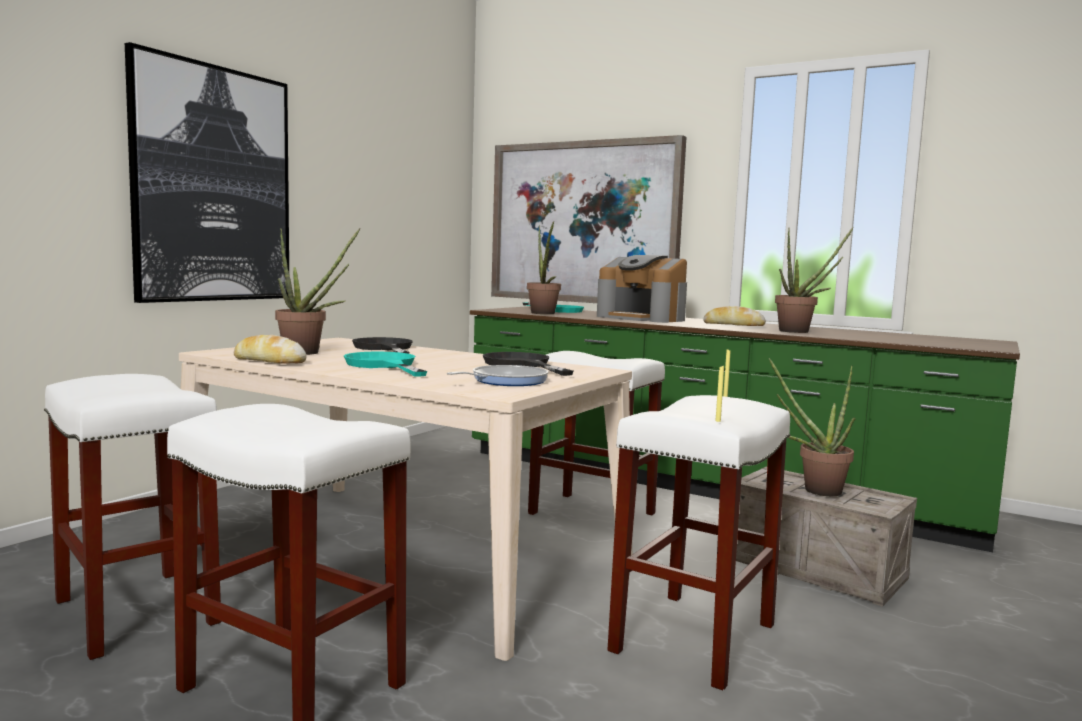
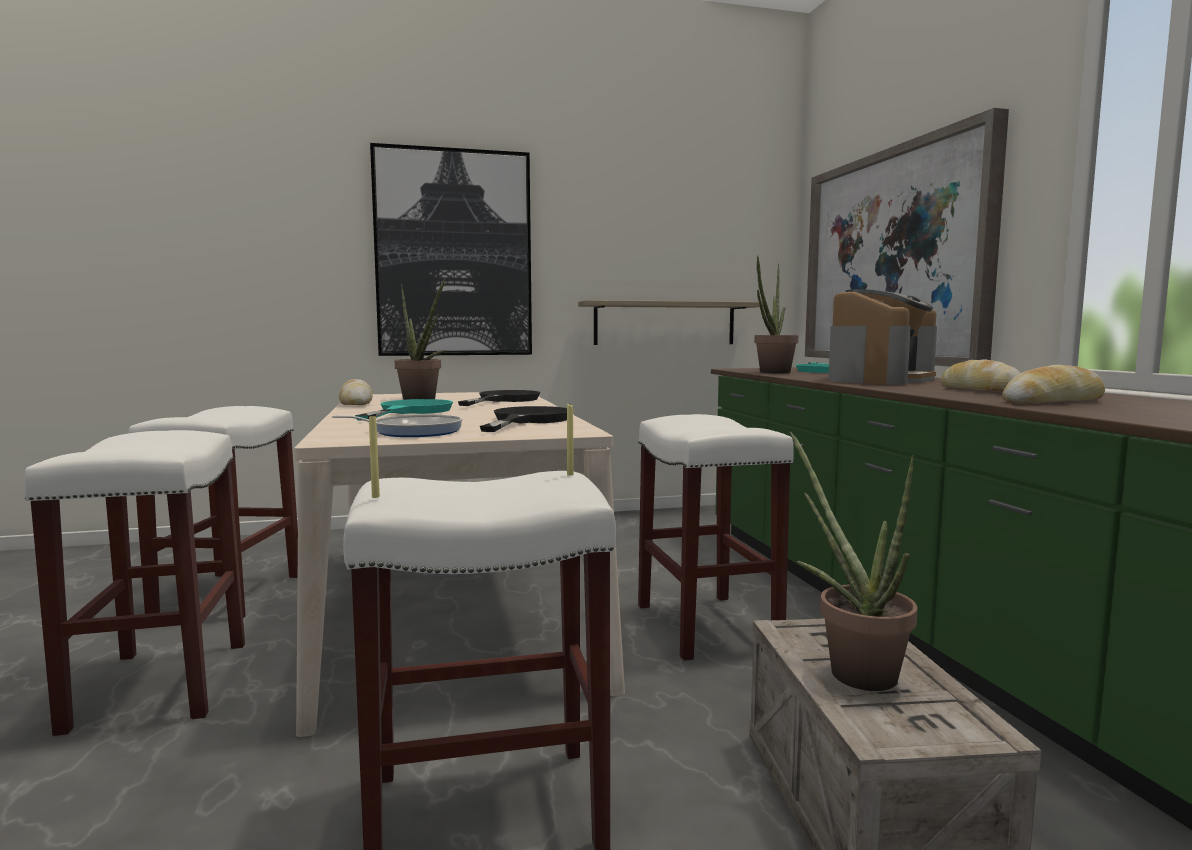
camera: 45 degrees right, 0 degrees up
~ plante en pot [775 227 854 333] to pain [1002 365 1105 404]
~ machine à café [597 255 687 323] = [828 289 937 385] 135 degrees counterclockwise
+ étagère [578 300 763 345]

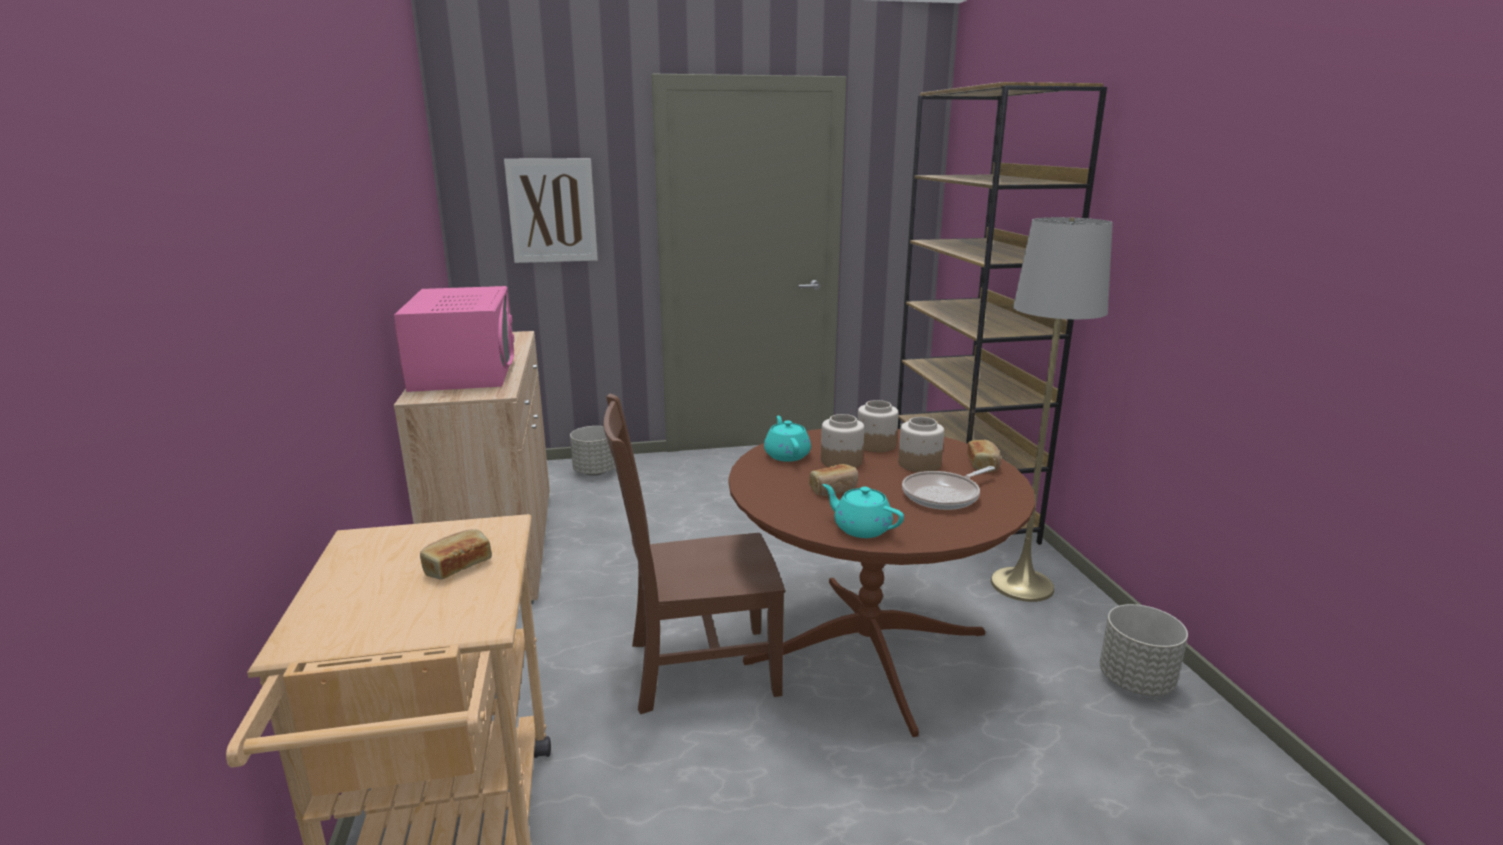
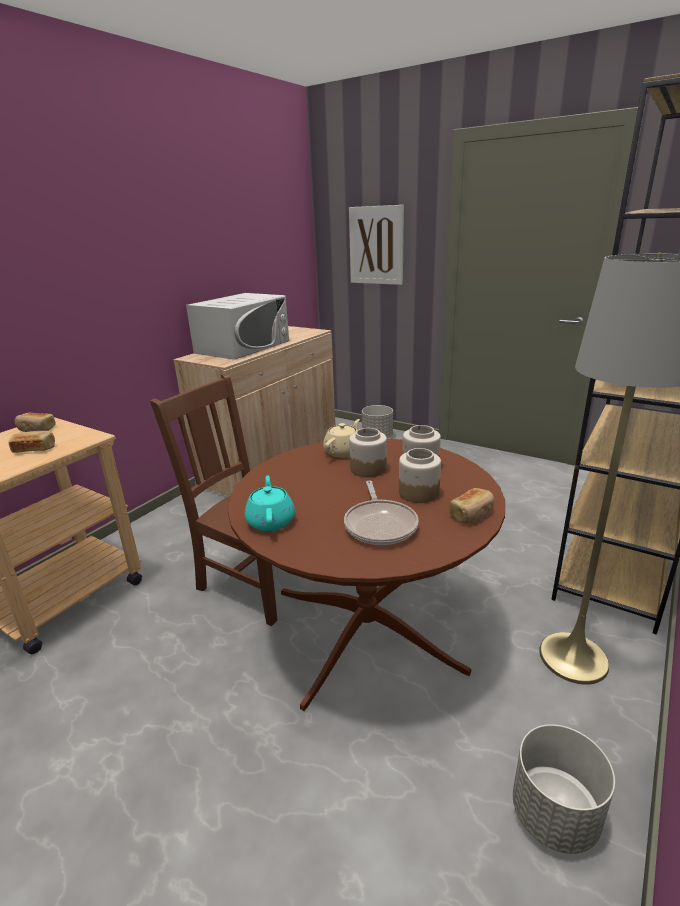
camera: 45 degrees right, 5 degrees up
~ micro-ondes/rose [394 286 514 392] to micro-ondes/blanc [186 293 289 360]
~ théière/turquoise [764 416 811 462] to théière/beige [323 419 360 458]
~ pain [809 464 858 496] to [15 413 56 432]
~ poêle [902 466 995 510] = [344 481 419 545] 105 degrees counterclockwise

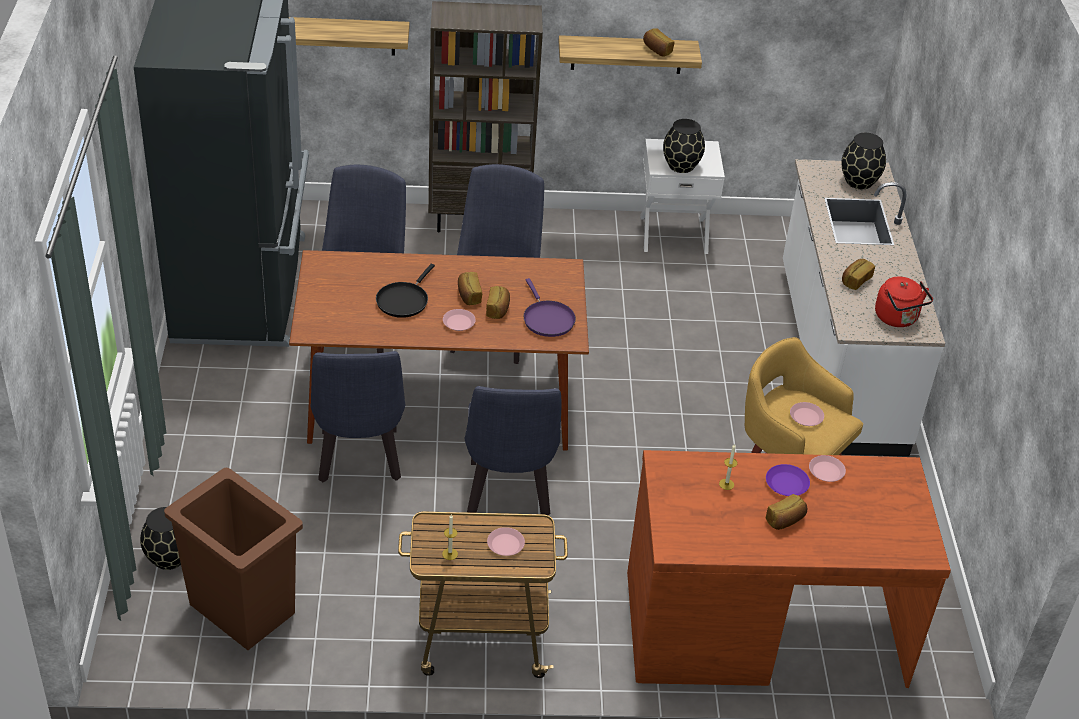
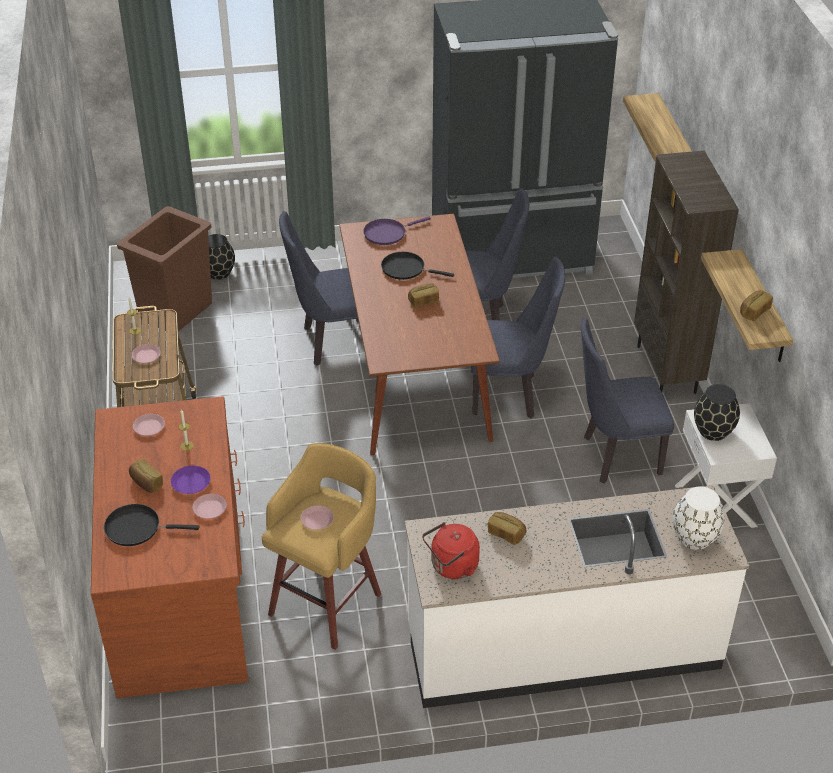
camera: 85 degrees right, 0 degrees up
~ vase/noir [841 133 886 189] to vase/blanc [673 486 725 550]
~ poêle/violet [523 278 576 337] to [363 217 431 245]
- pain [486 286 510 319]
~ assiette/rose [443 309 476 331] to [133 414 165 436]
~ chaise/bleu [465 386 561 515] to [581 317 674 484]
+ poêle/noir [104 504 199 546]

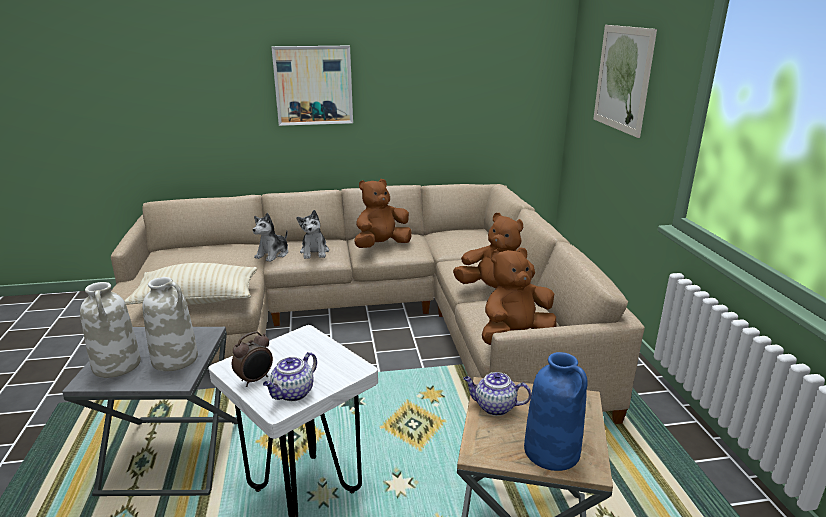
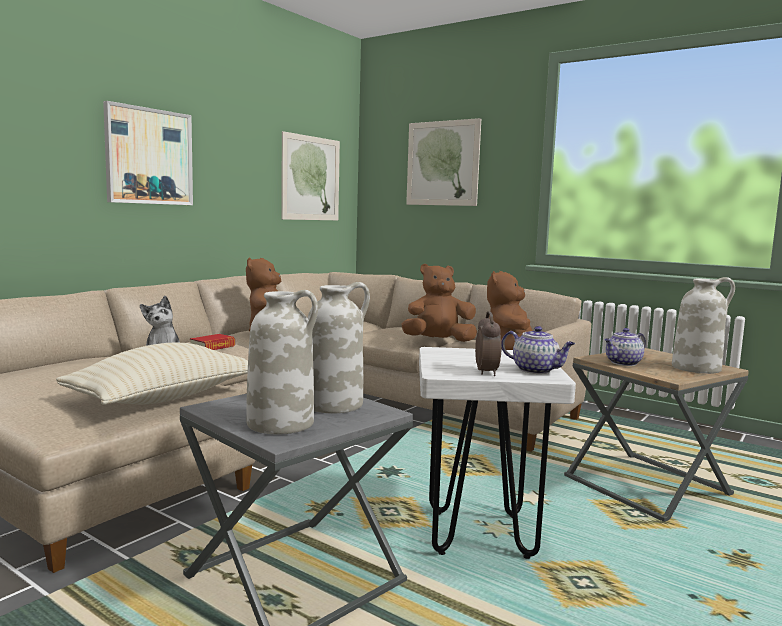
camera: 45 degrees left, 15 degrees down
~ peluche [296 210 329 259] to livre [190 334 235 350]
~ théière [263 352 317 401] = [501 326 575 374] 45 degrees counterclockwise
~ vase/bleu [524 352 588 471] to vase/blanc [672 277 735 374]
+ tableau [281 131 340 220]

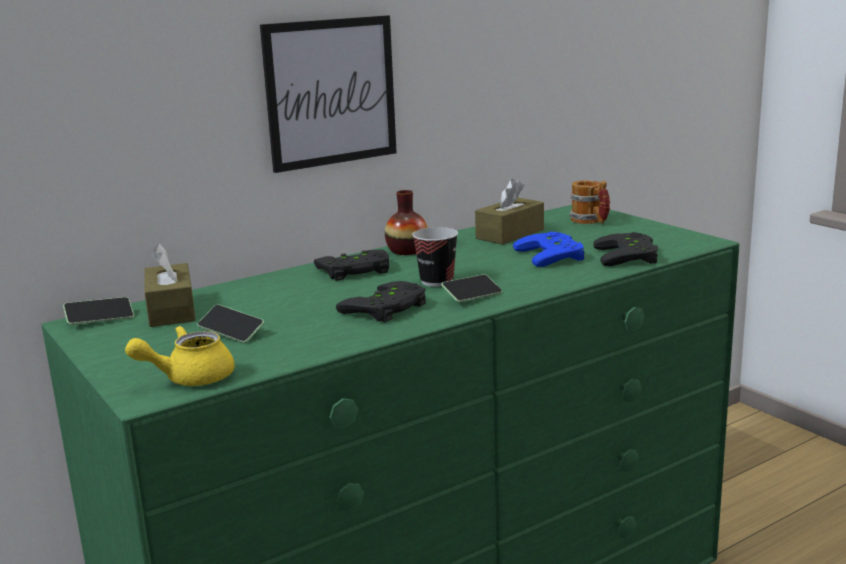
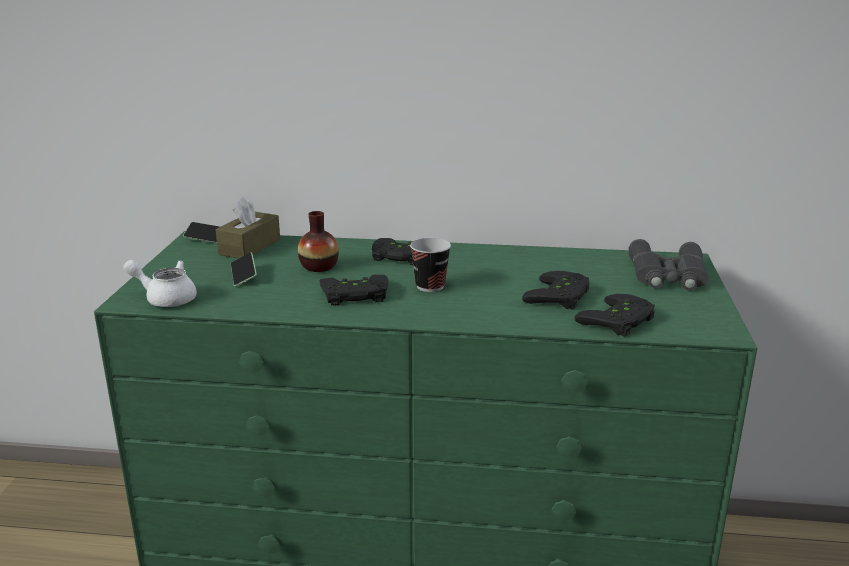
camera: 40 degrees right, 5 degrees up
- tableau [260 15 397 173]
- boîte à mouchoirs/marron [475 179 544 245]
~ mug [569 180 610 224] to jumelles/gris [628 239 709 291]
~ vase [385 190 428 255] to [298 211 339 272]
~ manette/bleu [513 232 584 267] to manette/noir [522 271 589 310]
- téléphone [441 274 502 302]
~ théière/jaune [125 326 235 386] to théière/blanc [123 260 197 307]

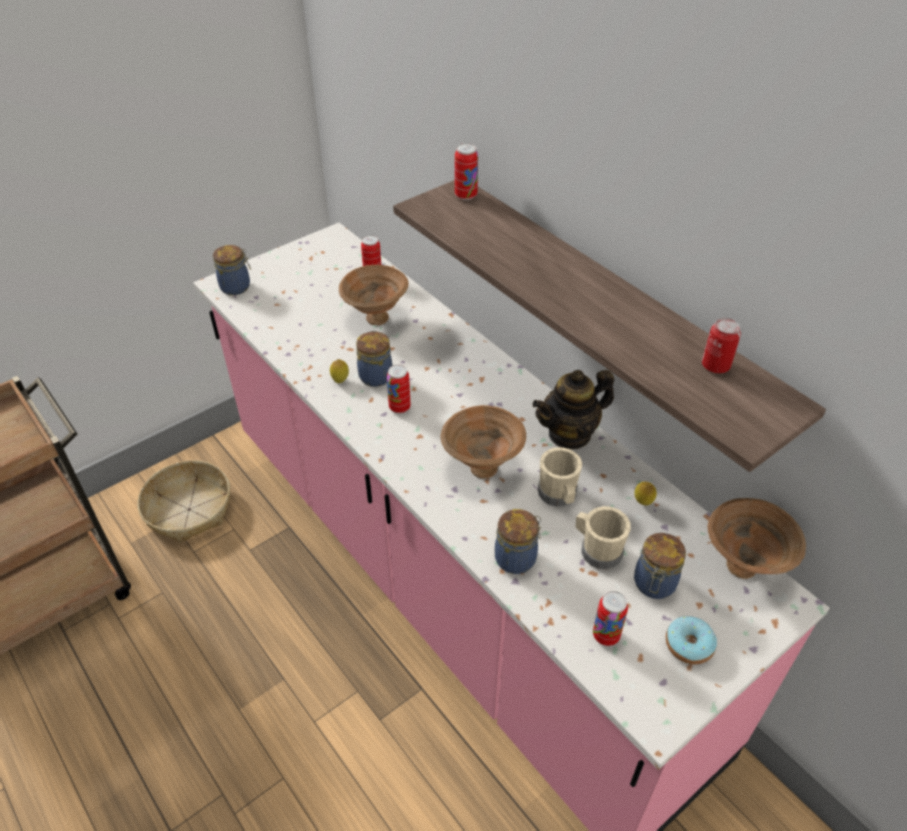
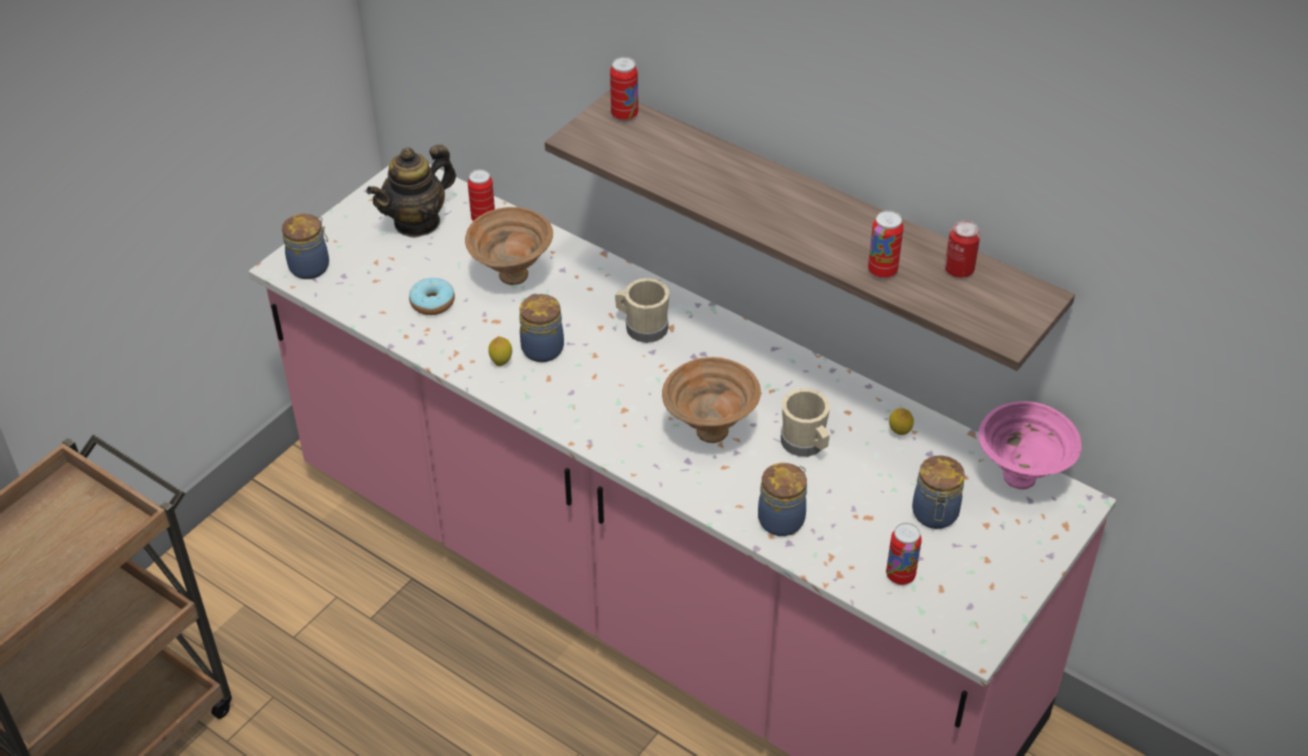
camera: 15 degrees left, 0 degrees up
~ boîte métallique [387 365 411 413] to [868 210 904 279]
~ théière [532 370 614 449] to [366 144 456 238]
- panier [137 460 230 543]
~ bol/marron [708 498 806 579] to bol/rose [979 401 1082 489]
~ mug/beige [575 506 631 569] to [615 278 670 343]
~ beignet [666 616 717 664] to [409 278 455 315]

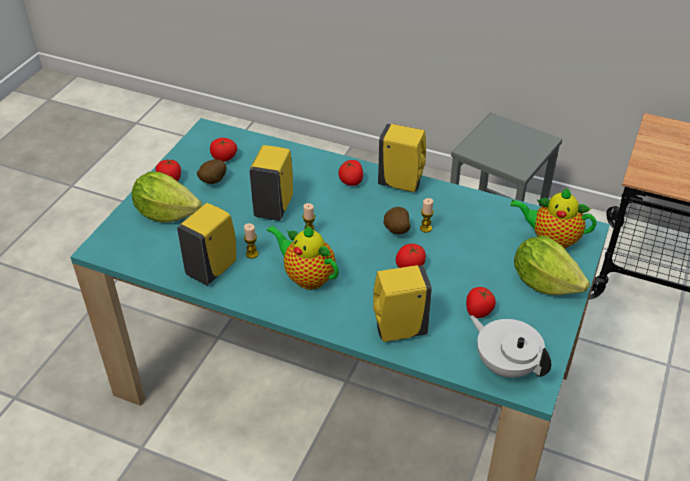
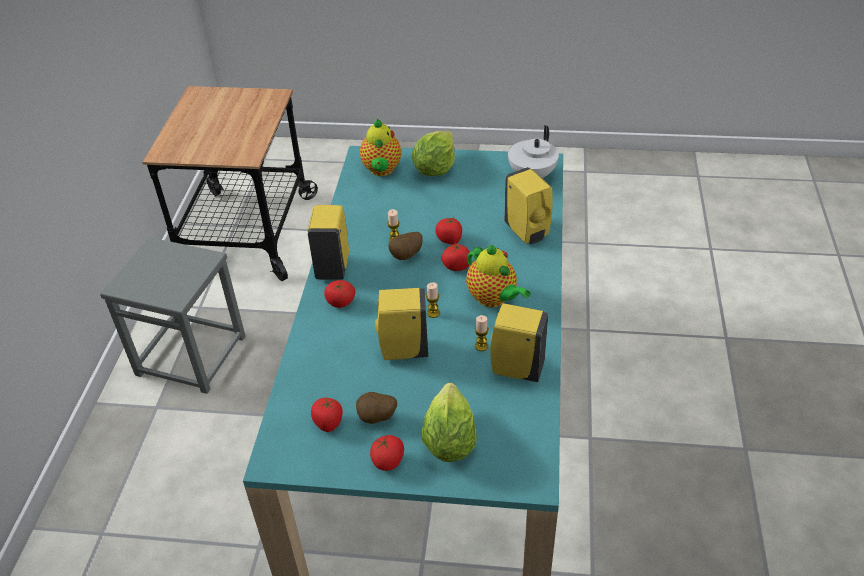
camera: 105 degrees left, 0 degrees up
~ théière [267 225 339 290] = [466 245 531 307] 60 degrees counterclockwise
~ tomate [466 287 496 318] to [441 243 470 271]

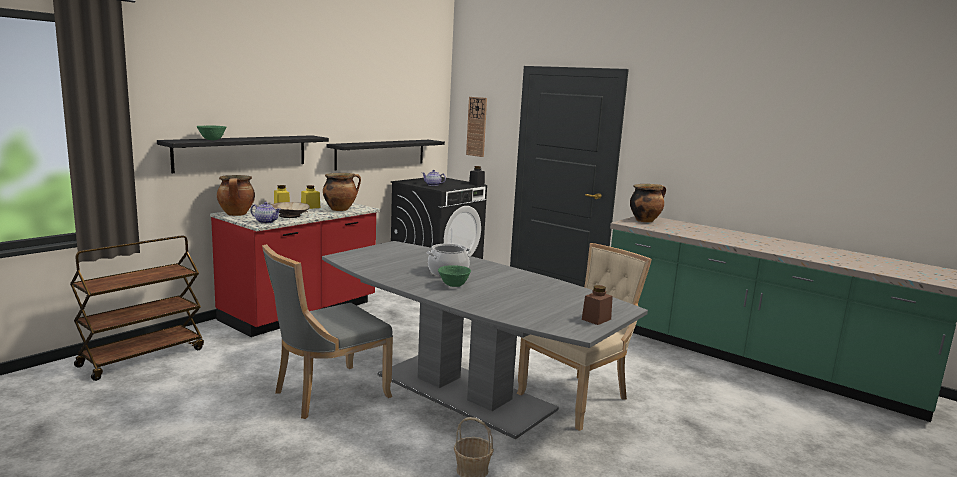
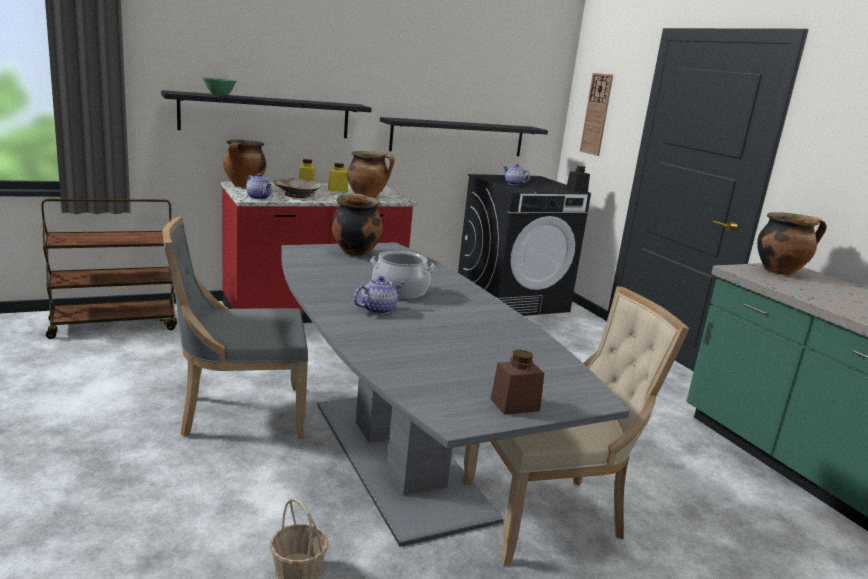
camera: 25 degrees right, 5 degrees up
~ bol/vert [438 265 471 287] to théière [353 276 405 314]
+ marmite [332 193 383 257]

